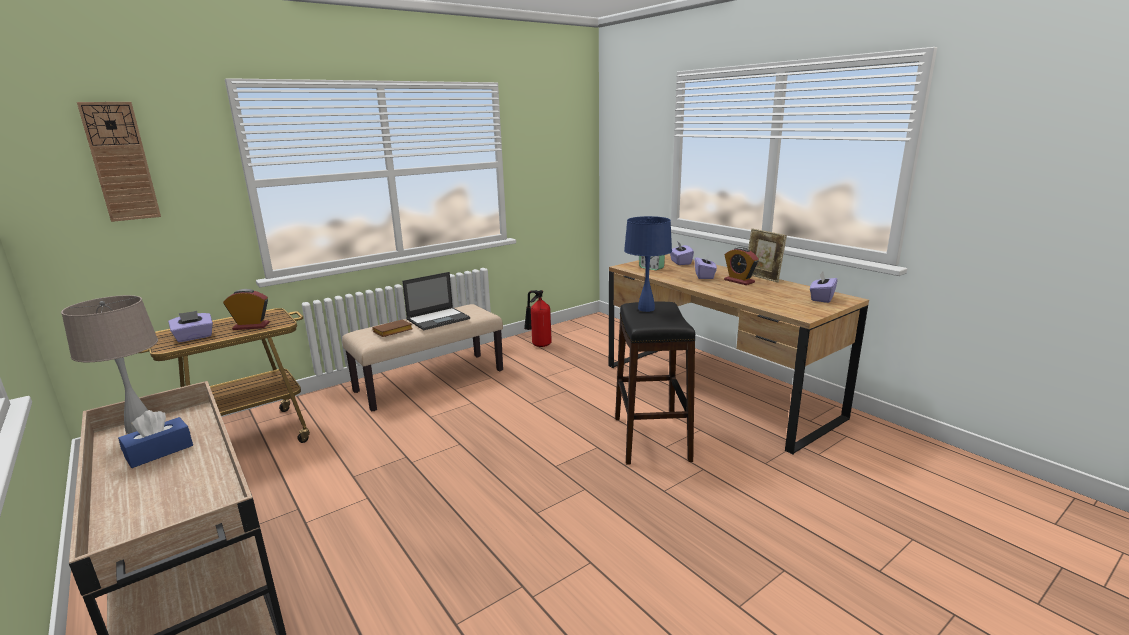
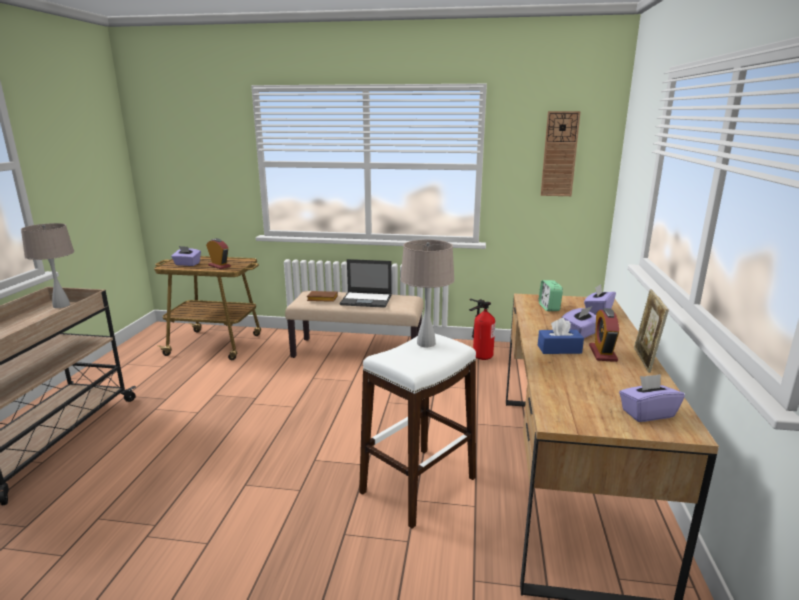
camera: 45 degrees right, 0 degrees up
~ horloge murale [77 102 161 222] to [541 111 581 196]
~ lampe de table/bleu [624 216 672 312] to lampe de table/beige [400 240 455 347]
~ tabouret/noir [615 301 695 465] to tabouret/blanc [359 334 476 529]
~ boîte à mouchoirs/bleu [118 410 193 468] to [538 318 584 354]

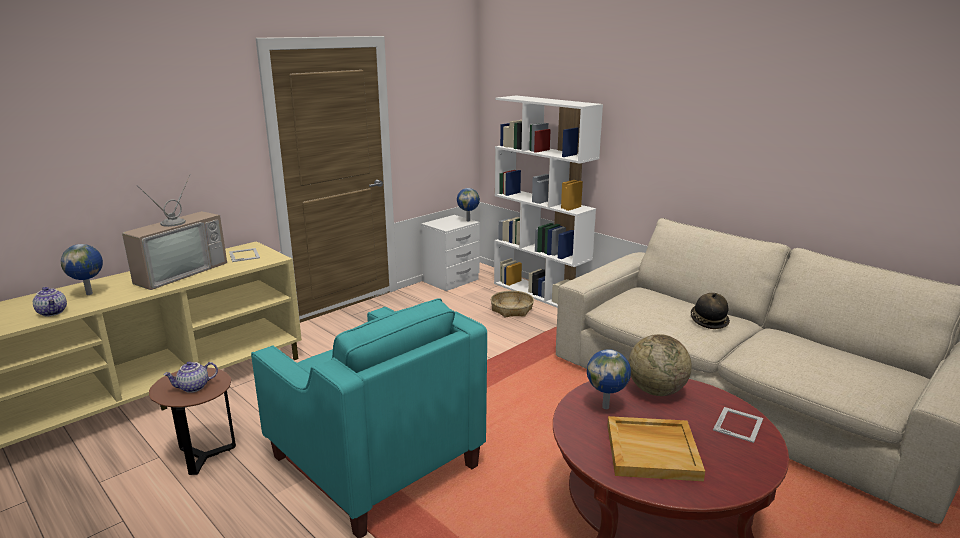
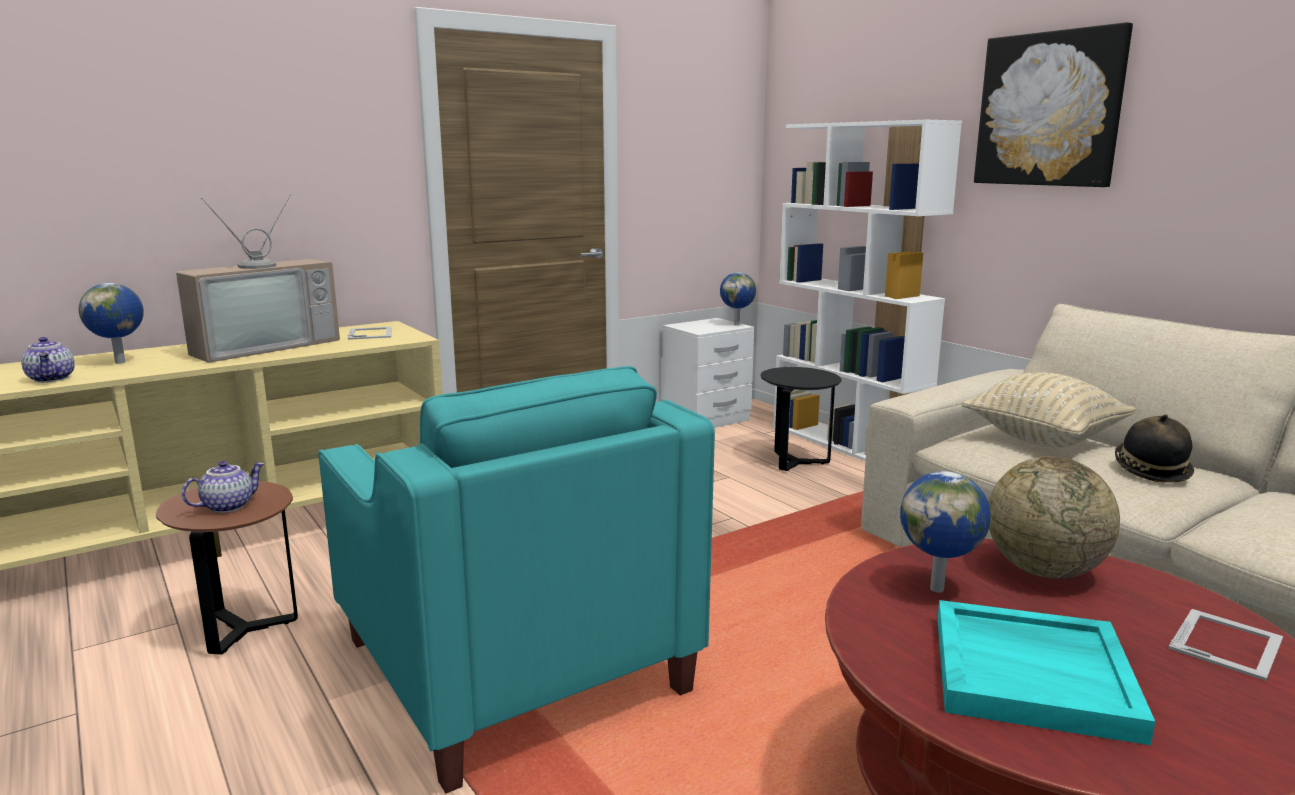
camera: 10 degrees right, 5 degrees down
~ panier [491 291 534 318] to table d'appoint/noir [761 367 842 471]
~ théière [163 361 218 393] = [182 461 265 513] 150 degrees clockwise
~ plateau/beige [607 416 705 481] to plateau/turquoise [937 600 1155 745]
+ tableau [974 22 1133 187]
+ coussin/beige [962 372 1136 448]

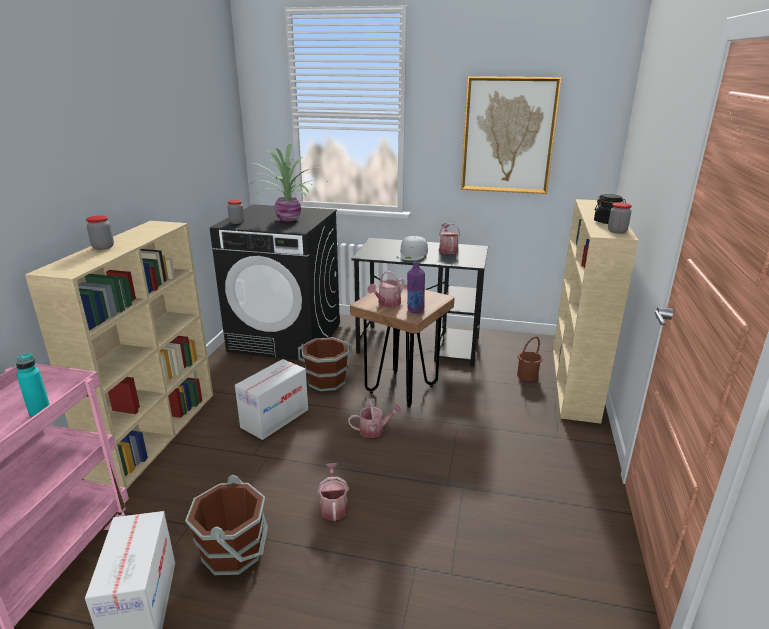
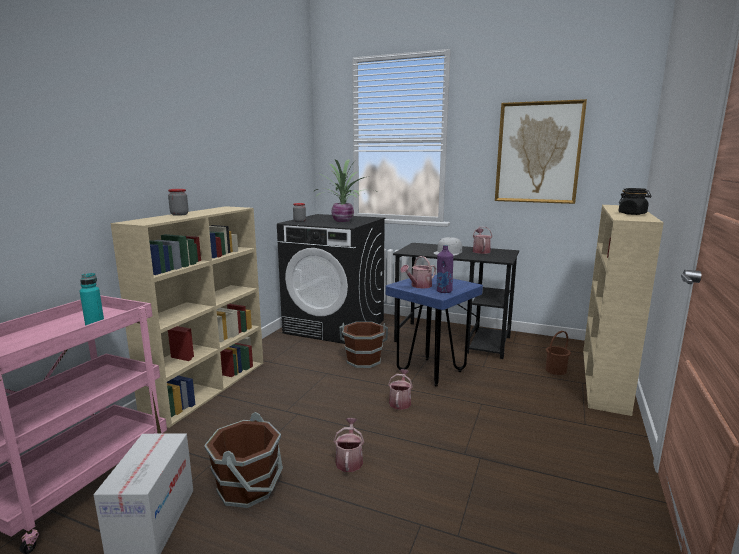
camera: 10 degrees right, 10 degrees down
- bocal [608 203 632 234]
~ tabouret/marron [350 284 455 408] to tabouret/bleu [385 274 483 387]
- carton [235 359 308 440]
~ arrosoir [348 400 402 438] = [388 369 413 410] 75 degrees counterclockwise

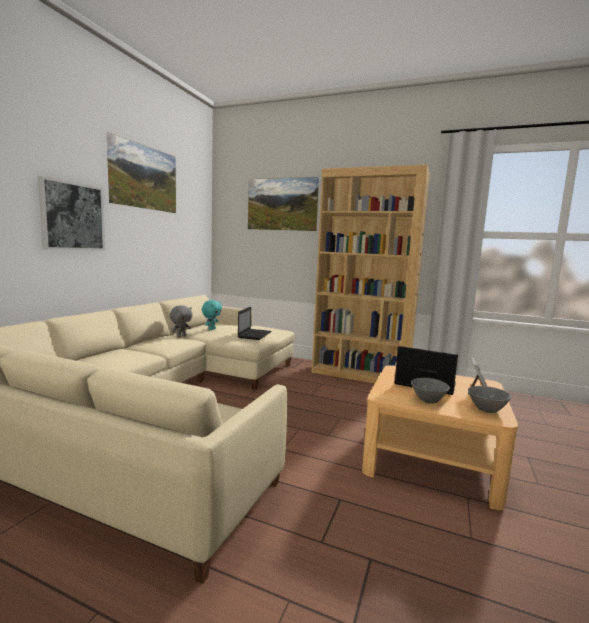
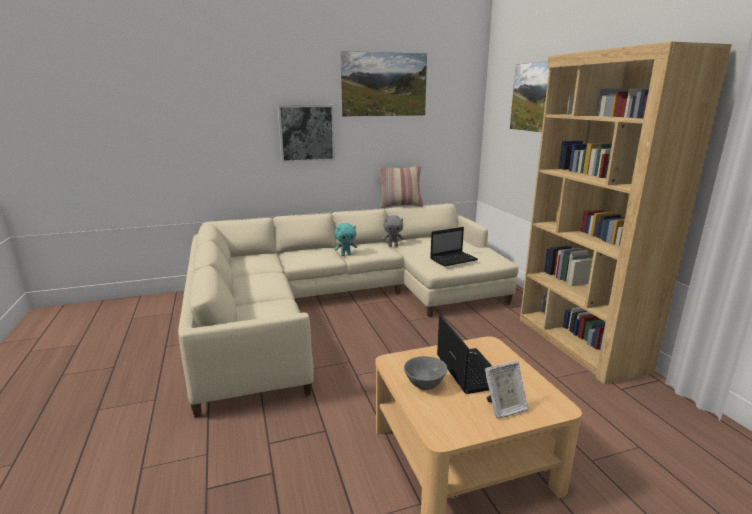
camera: 50 degrees right, 10 degrees up
~ peluche/turquoise [202 300 222 331] to [335 223 357 256]
- bol/gris [468 386 511 413]
+ coussin [379 166 423 208]

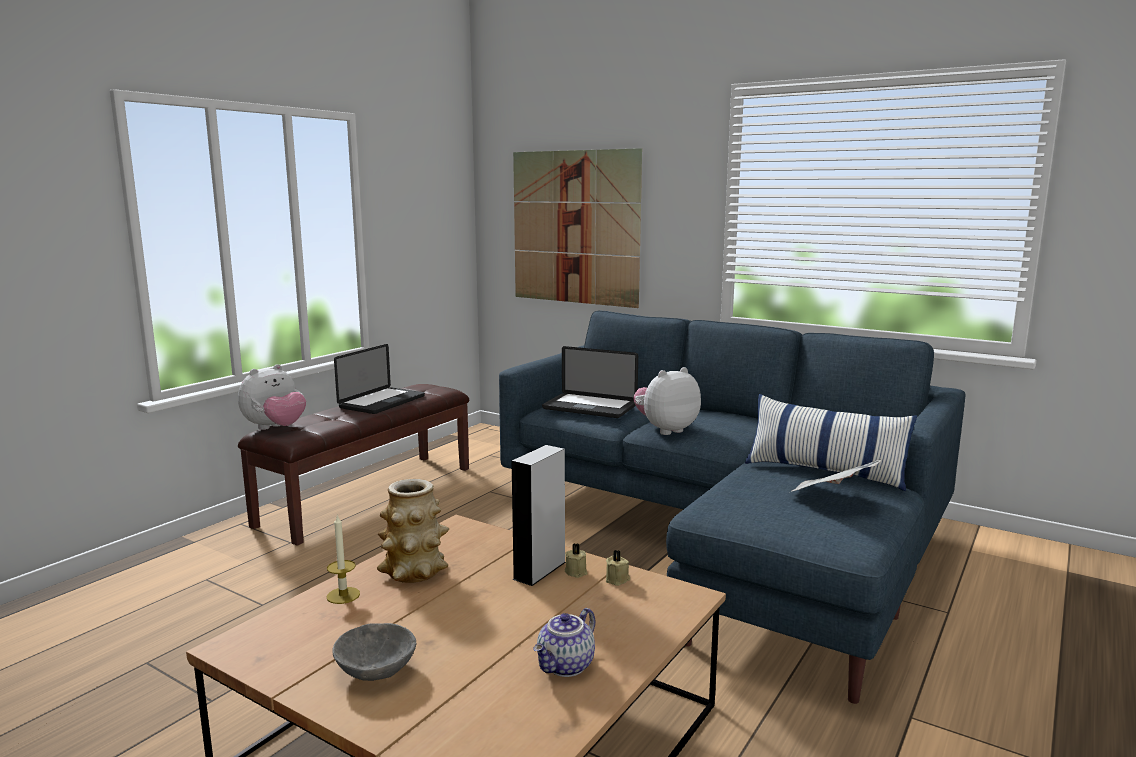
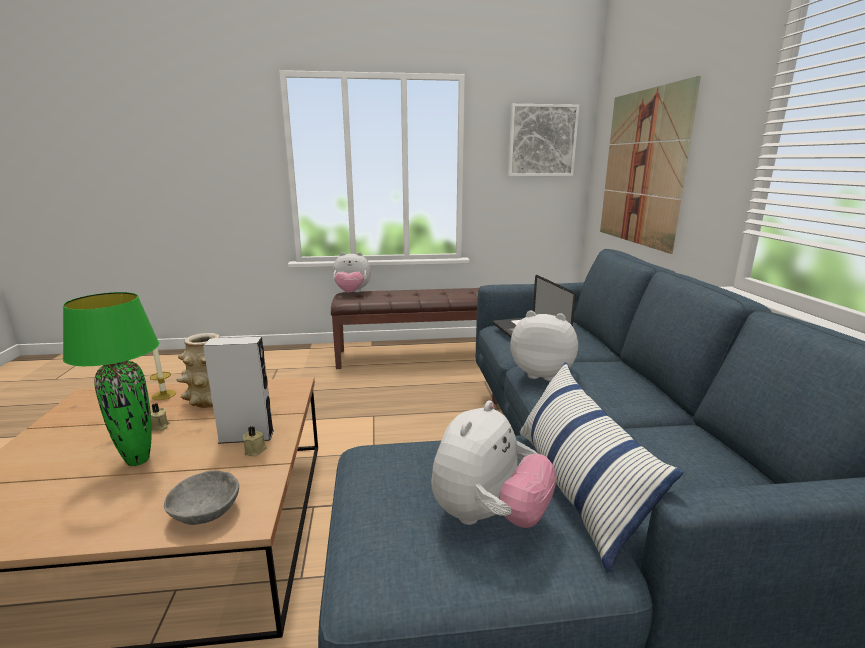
camera: 50 degrees right, 5 degrees up
- ordinateur portable [334 344 425 414]
~ journal [791 459 881 492] to peluche [431 400 557 528]
~ bougie/beige [606 550 630 586] to [150 404 170 431]
- théière [533 608 595 677]
~ bol/gris [332 623 417 681] to [164 471 239 525]
+ tableau [508 104 579 176]
+ lampe de table/vert [63 292 159 466]

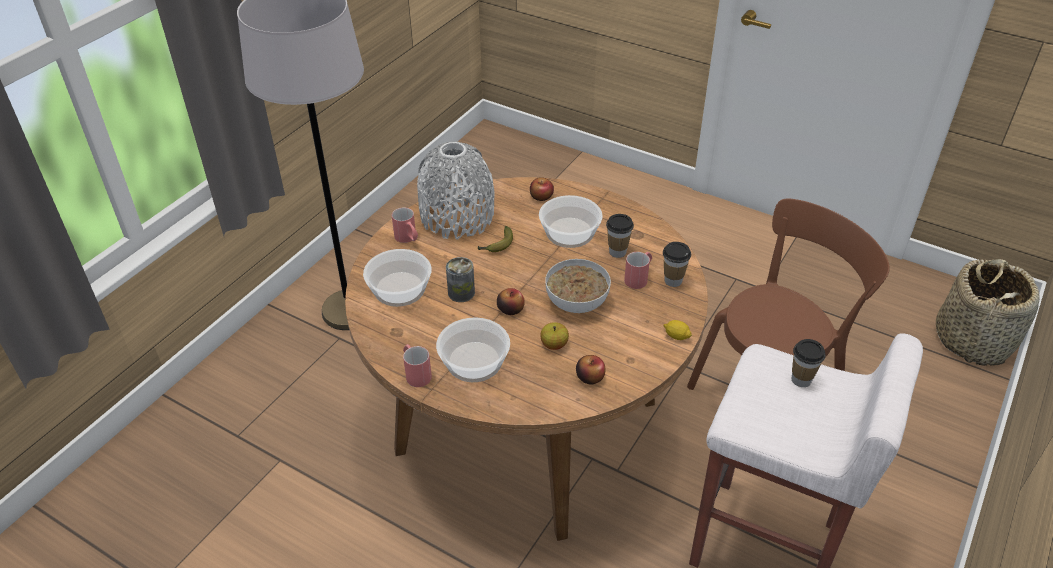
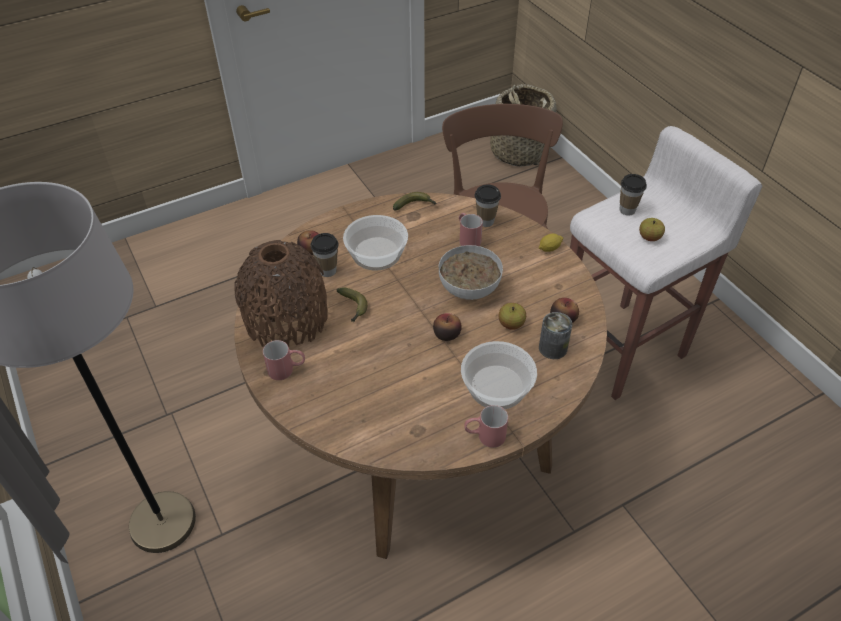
camera: 60 degrees left, 5 degrees up
~ vase/gris [417 141 495 240] to vase/marron [234 240 328 347]
~ tasse [606 214 634 258] to [310 233 339 277]
- bol [363 249 432 307]
~ boîte métallique [446 257 475 302] to [539 312 572 359]
+ banane [393 192 436 210]
+ pomme [639 218 665 241]

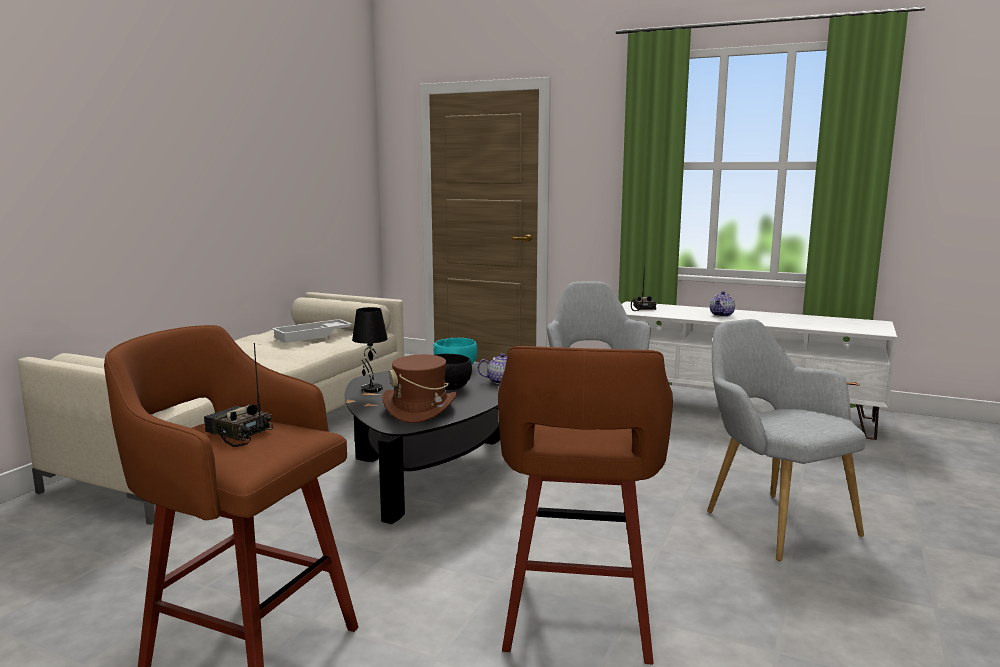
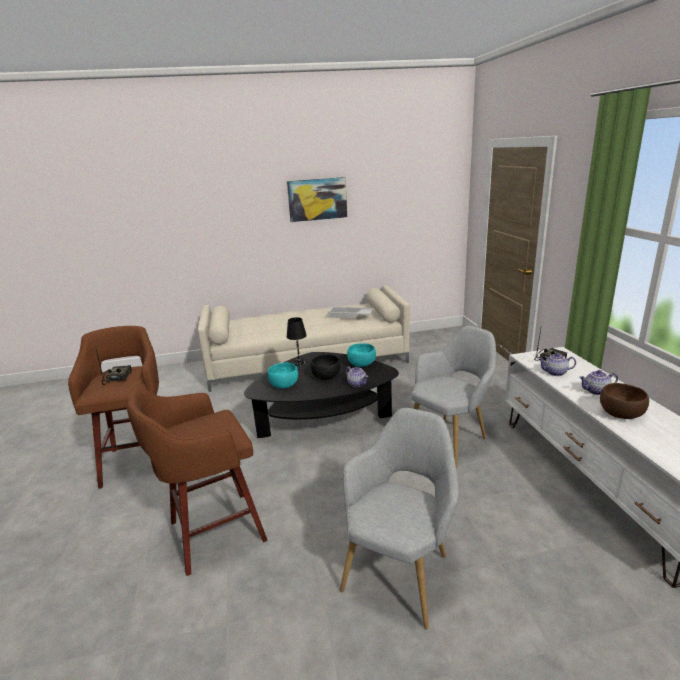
camera: 55 degrees right, 10 degrees up
~ chapeau/marron [383 354 457 423] to bol/turquoise [268 363 298 389]
+ tableau [287 177 347 222]
+ théière [538 353 576 376]
+ bol/marron [600 383 649 419]

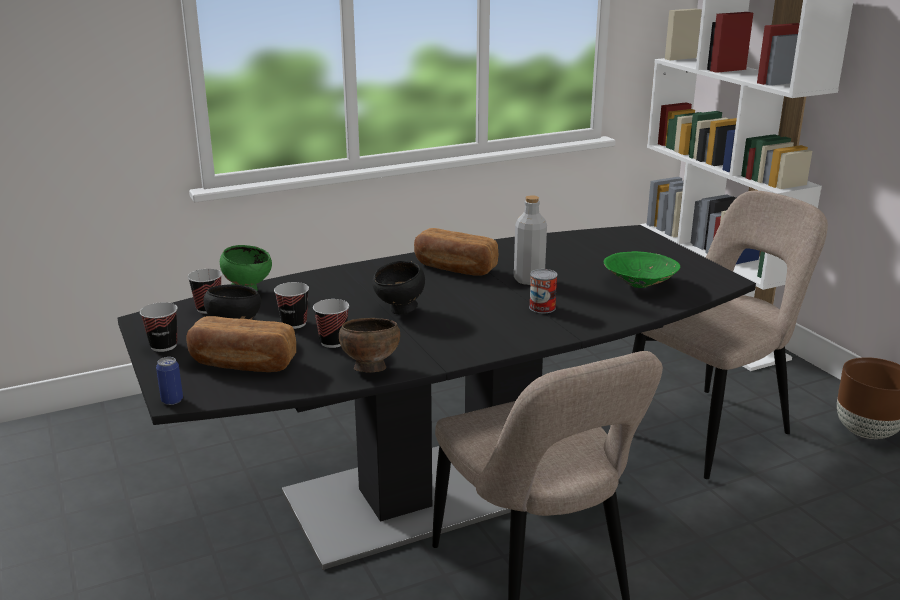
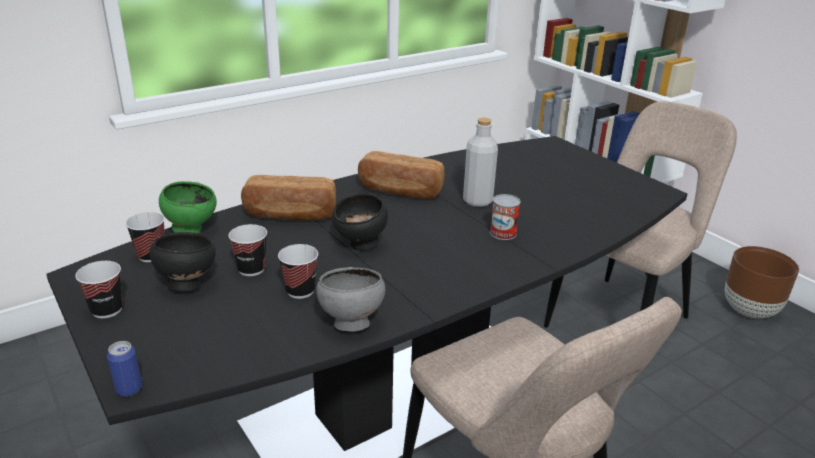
camera: 10 degrees left, 5 degrees up
- bol/vert [604 251 680 288]
~ pain [186 316 296 372] to [241 175 336 220]
~ bol/marron [339 318 400 372] to bol/gris [316 267 385 332]

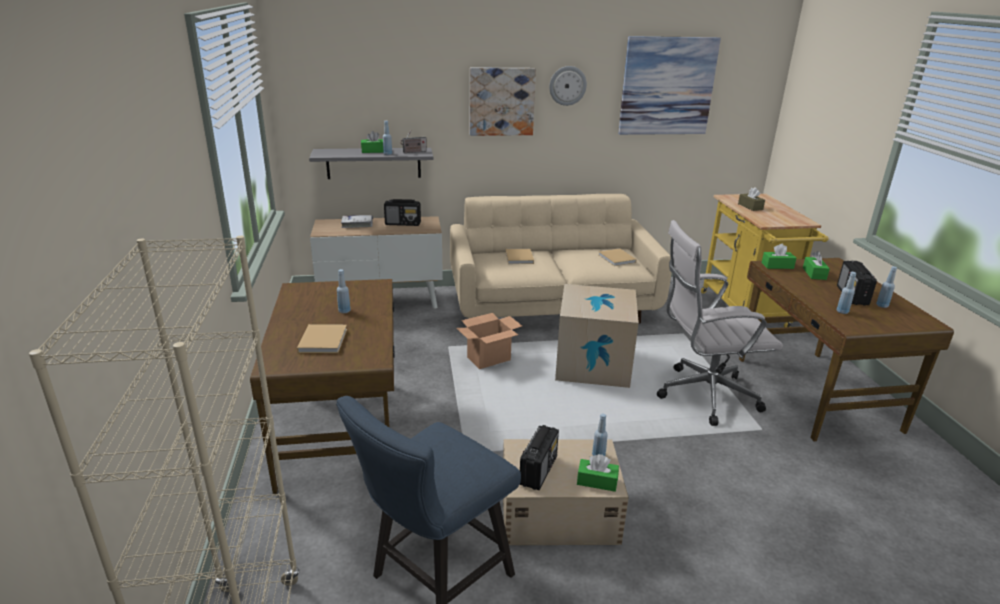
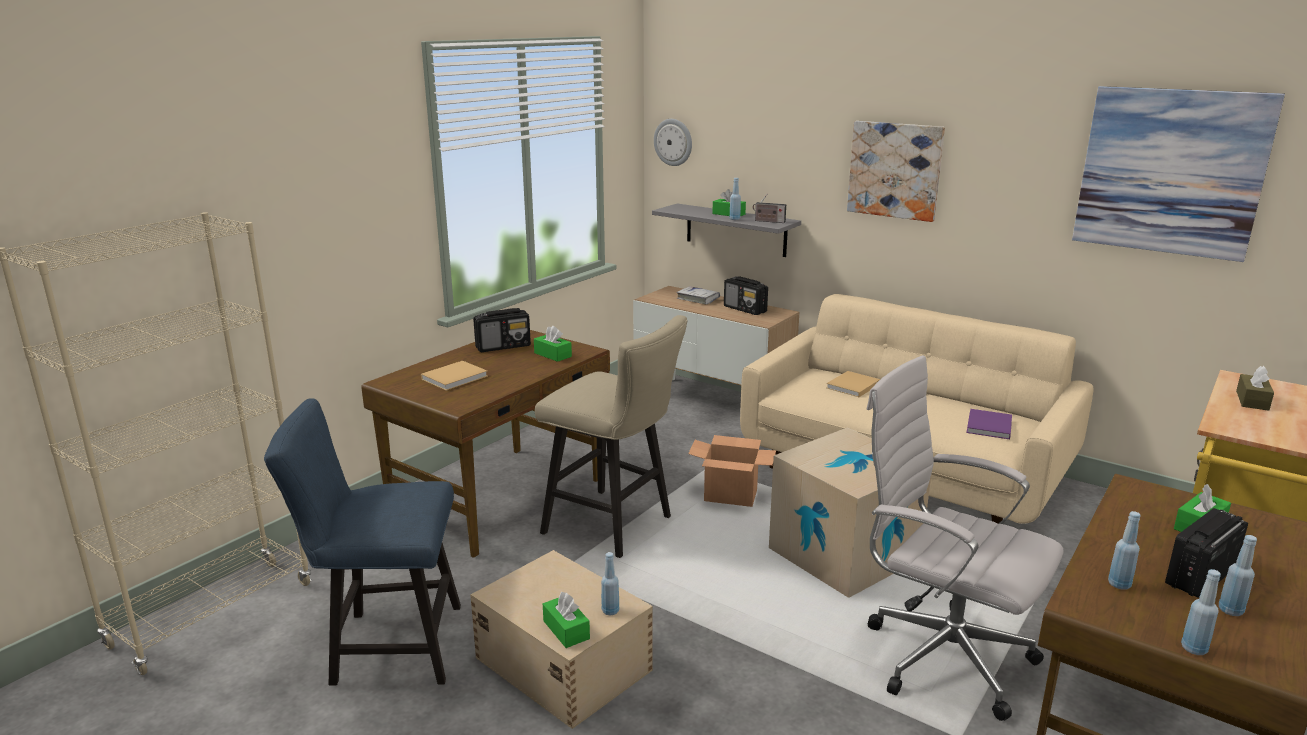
camera: 45 degrees right, 5 degrees down
~ horloge murale [549 66 587 106] to [654 119 692 166]
~ boîte à mouchoirs/vert [762 244 796 269] to [534 326 572 362]
~ livre/beige [599 249 637 266] to livre/violet [966 409 1012 439]
~ bouteille/bleu [337 269 351 313] to [1181 569 1221 655]
~ radio [520 425 559 490] to [473 308 531 352]
+ tabouret/beige [535 315 688 558]

